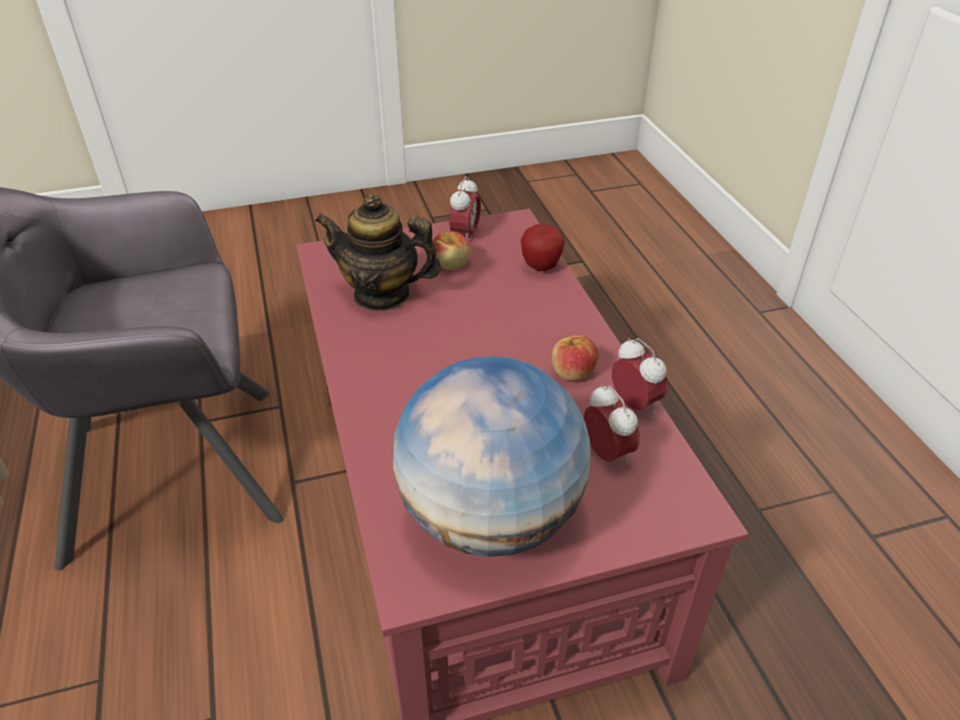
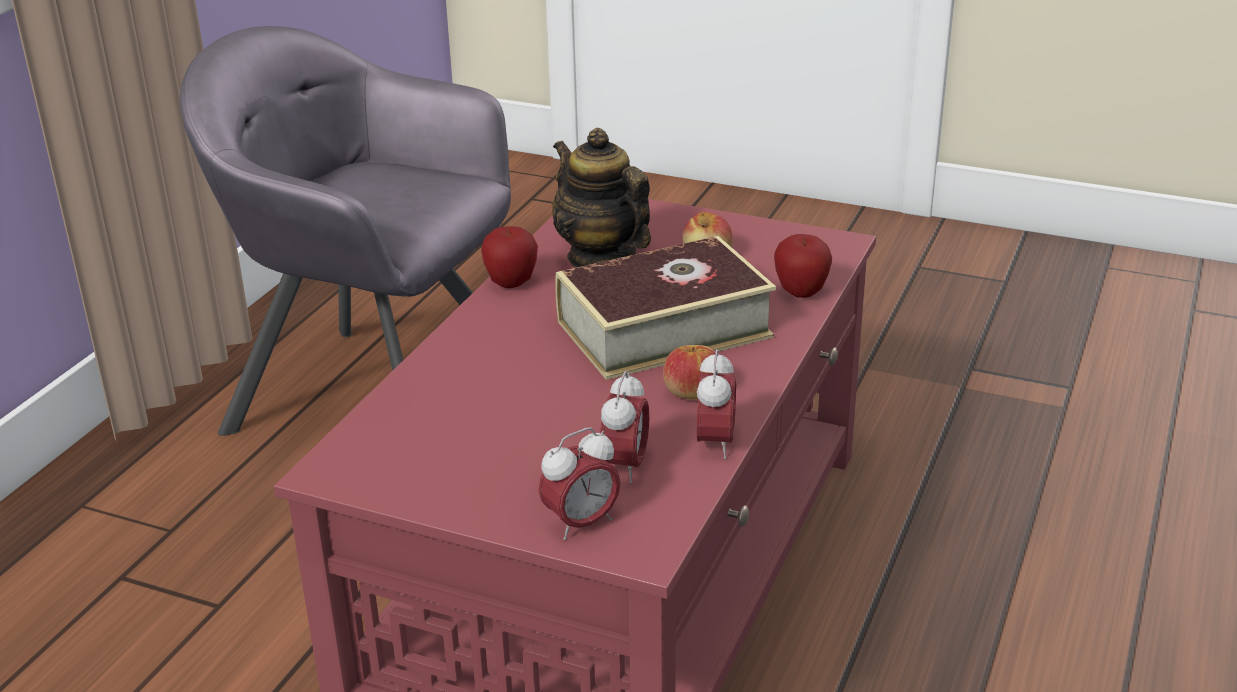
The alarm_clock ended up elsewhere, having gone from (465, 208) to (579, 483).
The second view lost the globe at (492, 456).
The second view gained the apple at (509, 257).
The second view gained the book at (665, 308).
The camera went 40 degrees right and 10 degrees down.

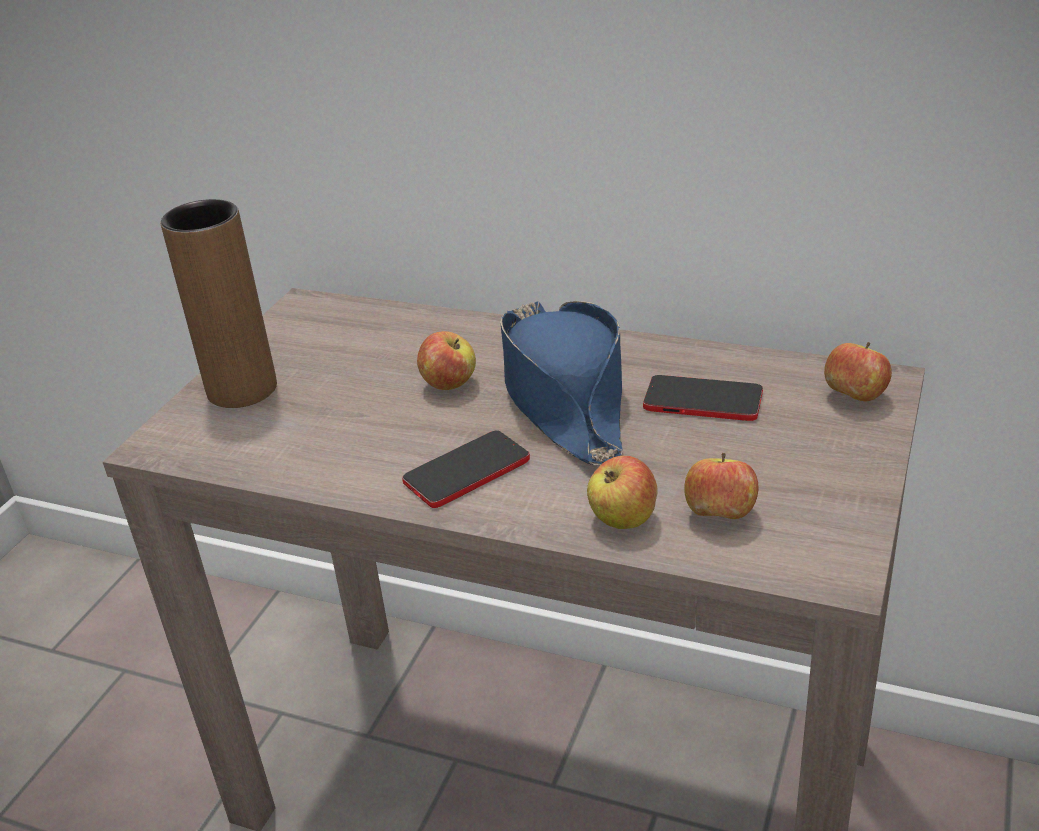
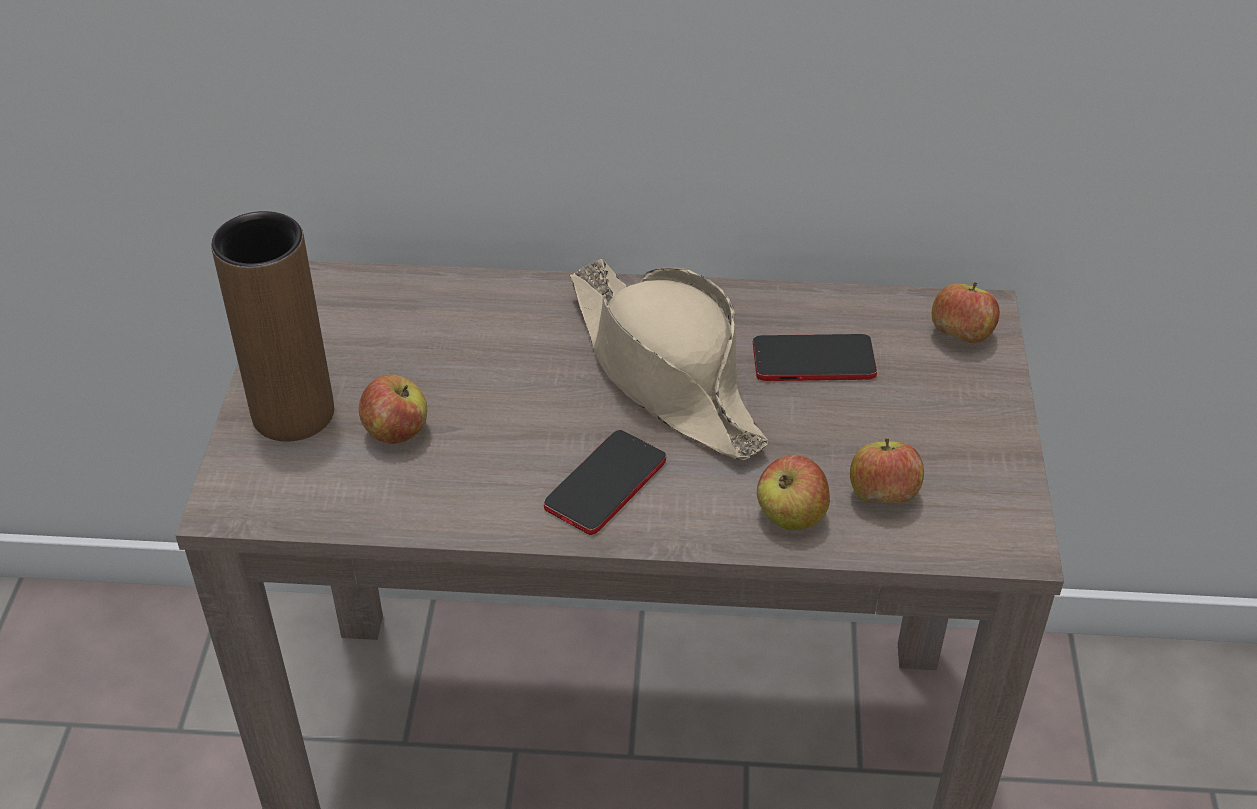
What was the blue_hat at (561, 383) turned into the beige_hat at (669, 359).
The apple ended up elsewhere, having gone from (446, 360) to (393, 409).
The camera went 20 degrees left and 10 degrees up.

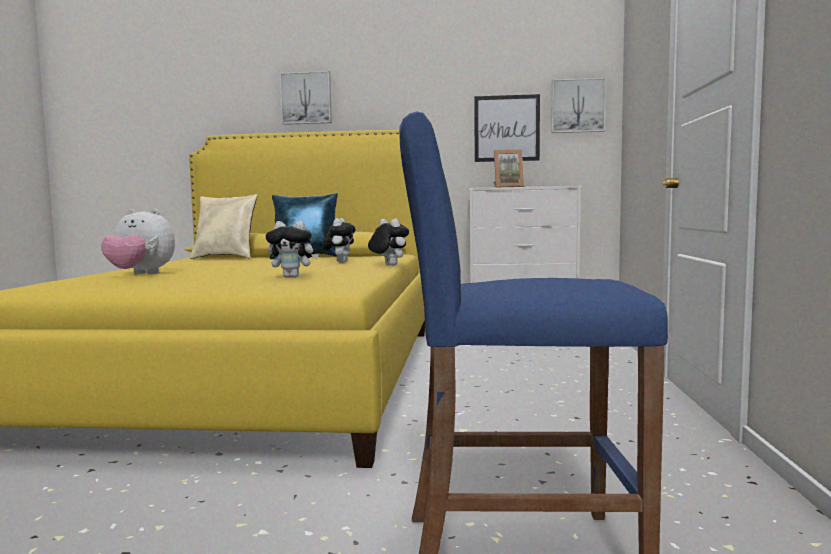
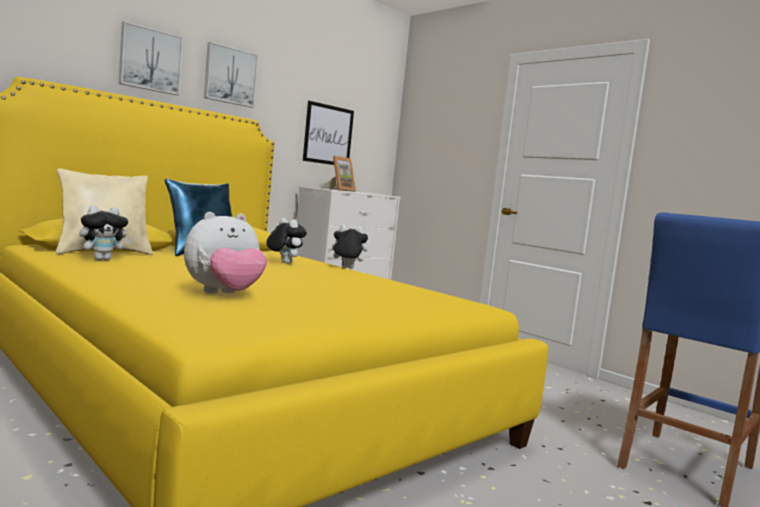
The picture ended up elsewhere, having gone from (578, 105) to (231, 74).
The plush_toy ended up elsewhere, having gone from (292, 249) to (105, 233).
The camera went 50 degrees left and 0 degrees up.

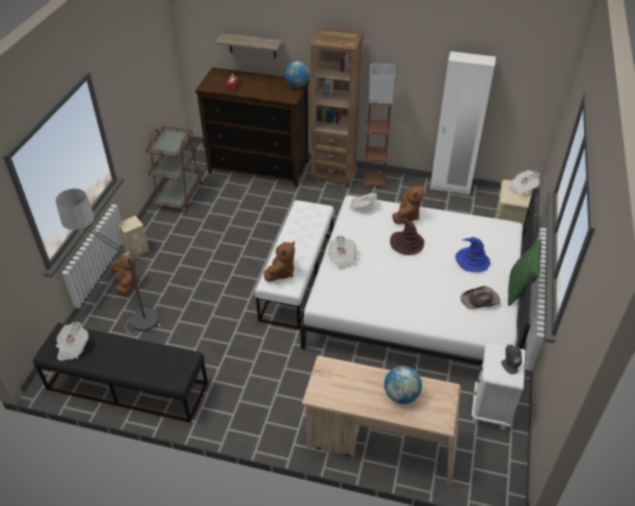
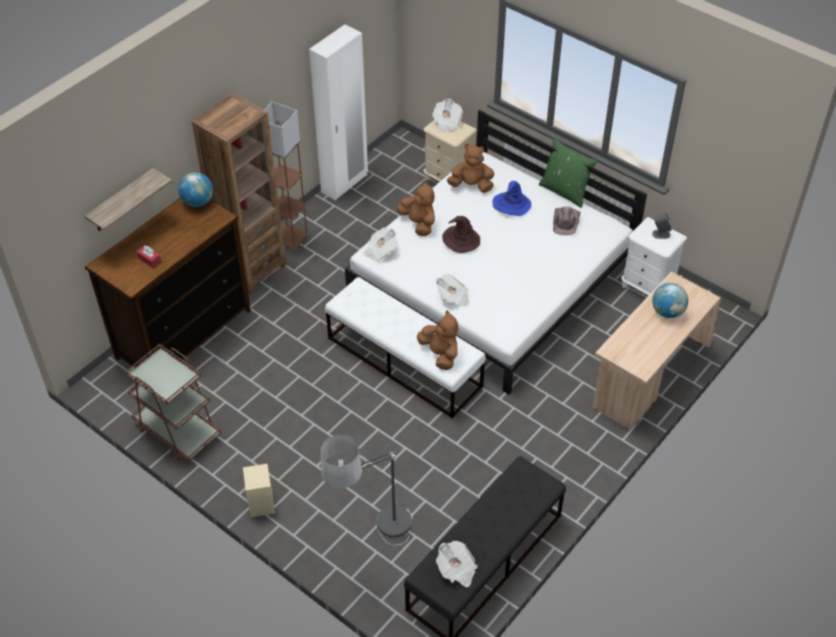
The brown_plush_toy ended up elsewhere, having gone from (125, 271) to (470, 168).
The camera went 65 degrees left and 5 degrees up.

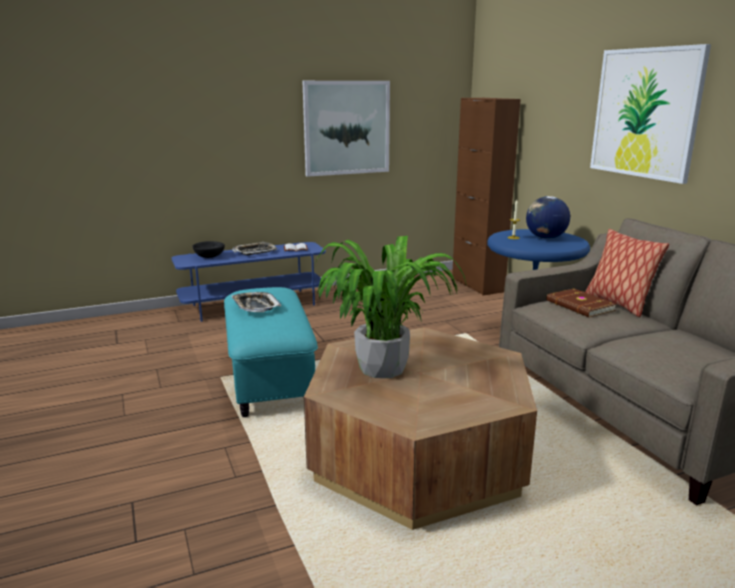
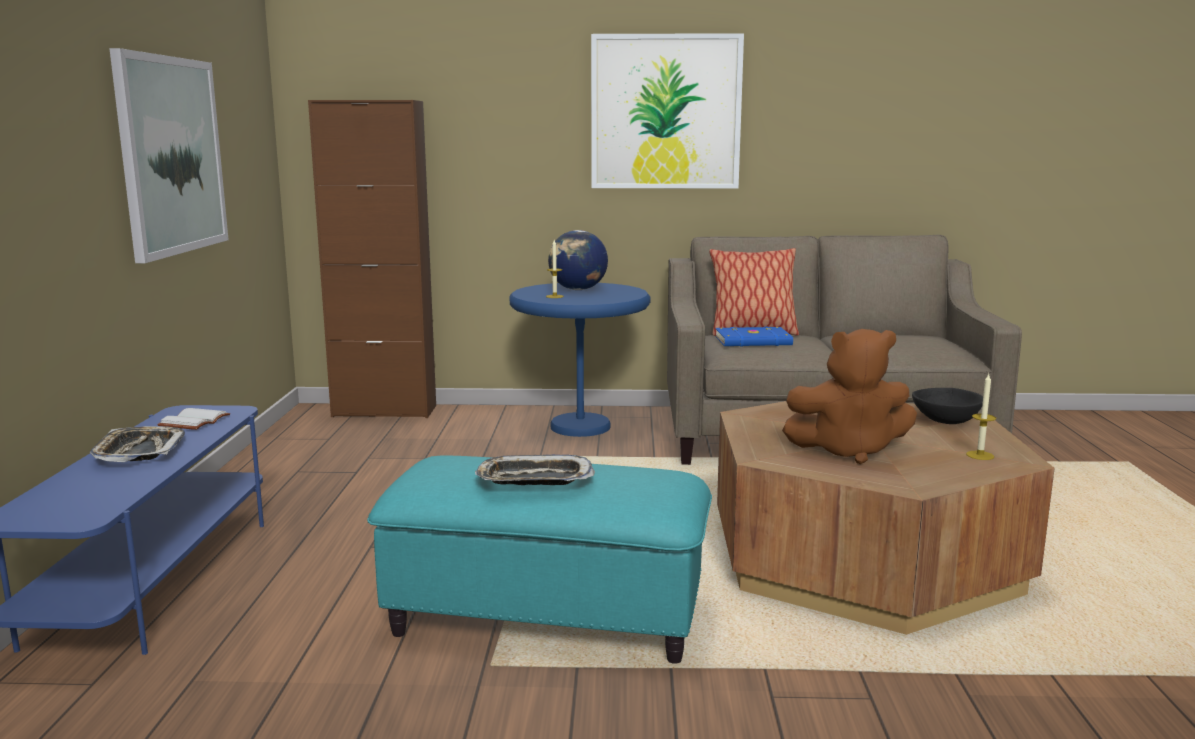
Where the potted_plant stood at (390, 307), the brown_plush_toy came to stand at (849, 396).
The black_bowl ended up elsewhere, having gone from (208, 249) to (947, 406).
What was the brown_book at (581, 302) turned into the blue_book at (754, 337).
The second view gained the candle at (981, 417).
The camera went 65 degrees left and 5 degrees down.

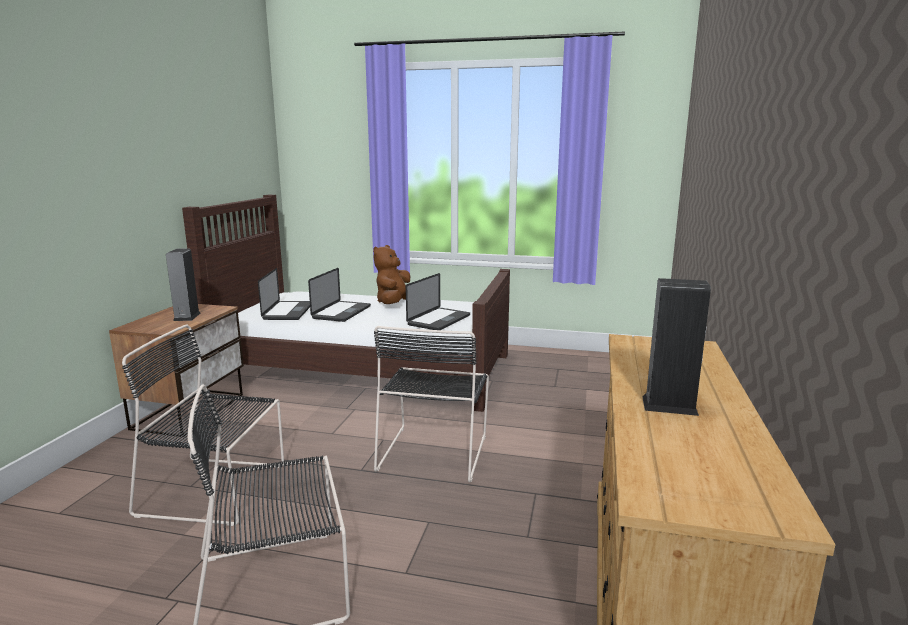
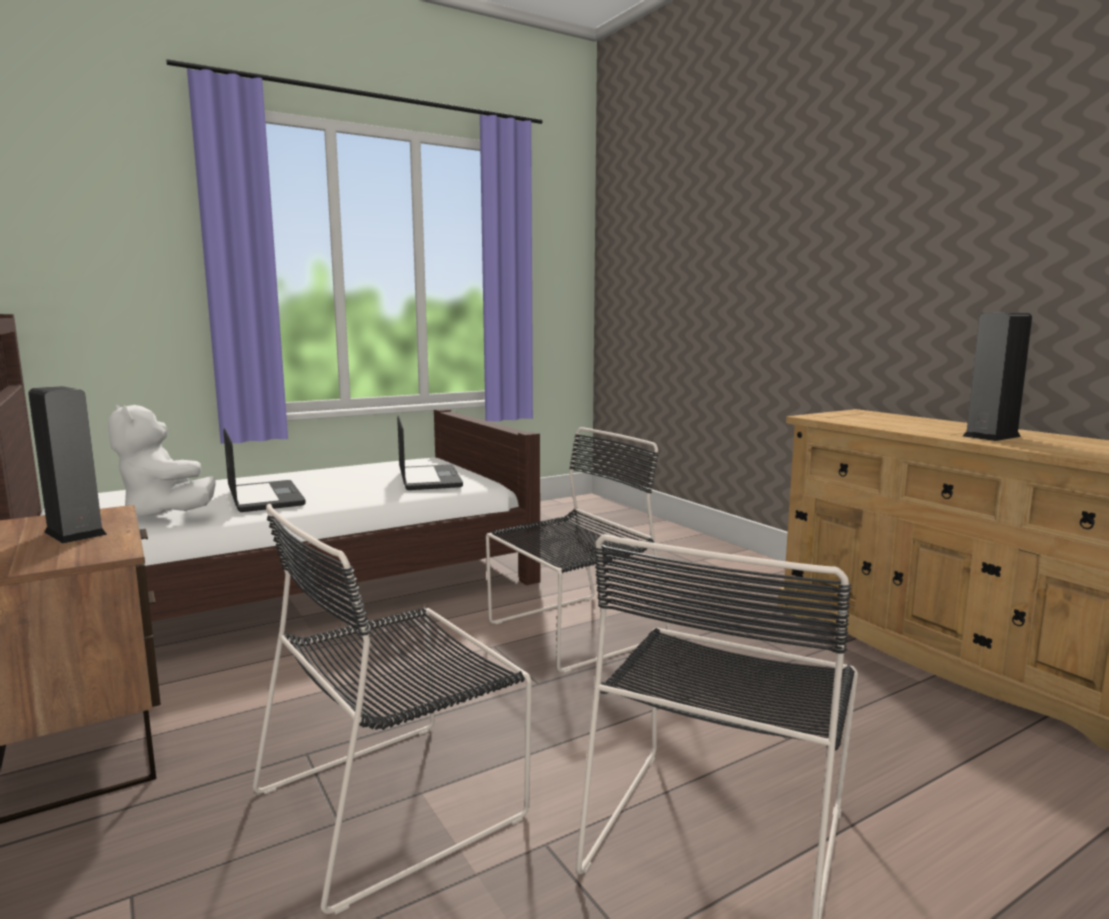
The second view lost the brown_plush_toy at (391, 274).
Where the laptop stood at (284, 294), the white_plush_toy came to stand at (162, 460).
The black_chair at (431, 404) ended up facing another way, 90 degrees counterclockwise from before.
The camera went 45 degrees left and 5 degrees down.

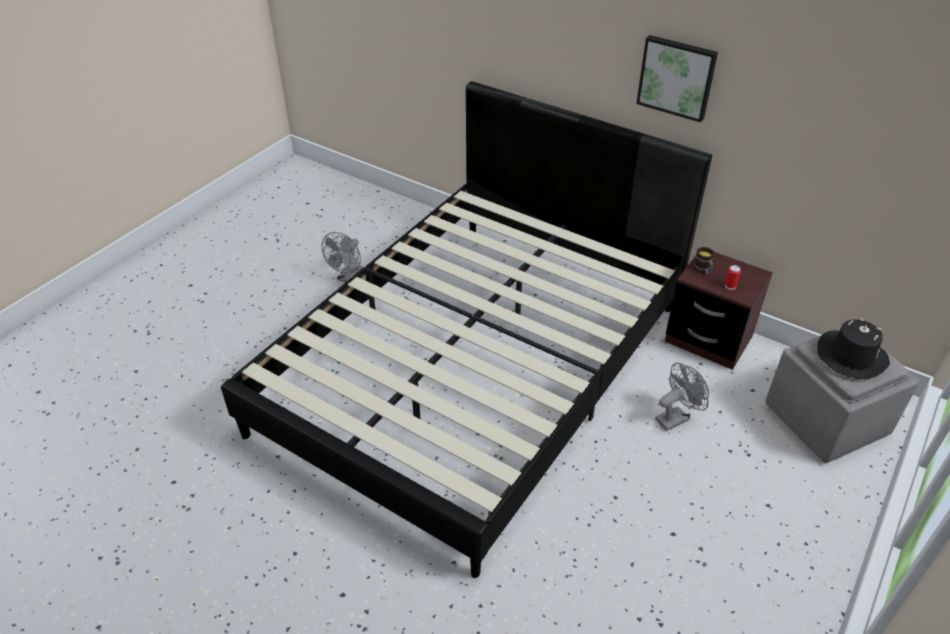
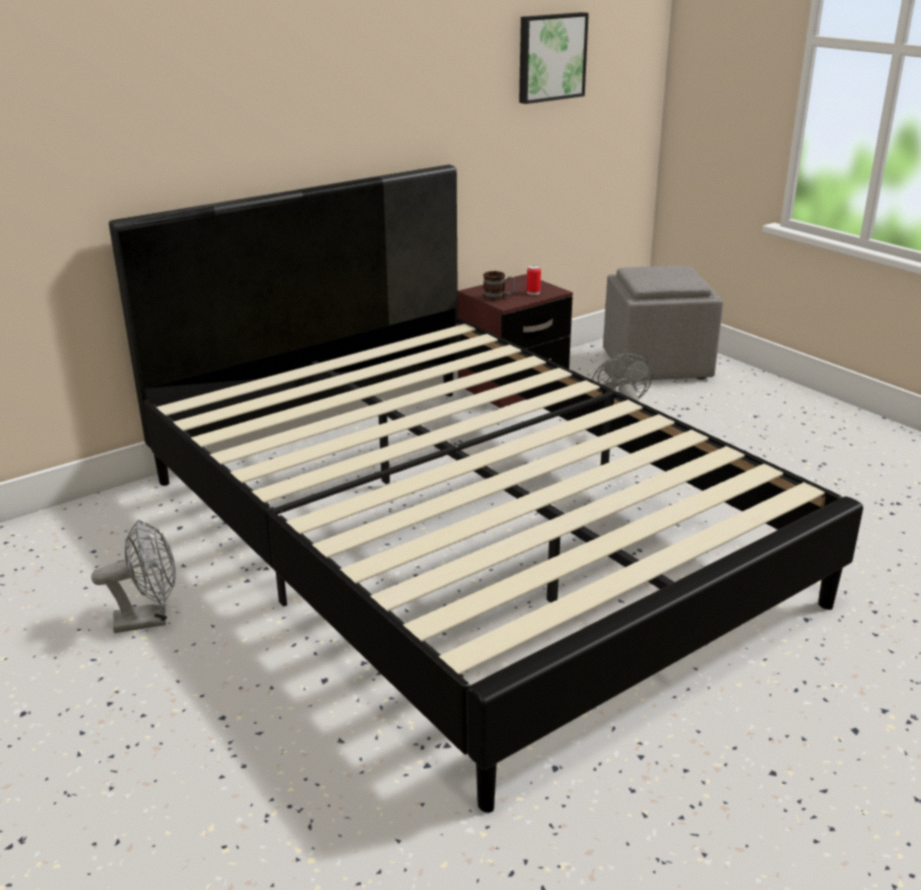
The picture ended up elsewhere, having gone from (677, 79) to (554, 58).
The grey_fan at (342, 257) ended up facing another way, 60 degrees counterclockwise from before.
The second view lost the black_hat at (853, 348).
The camera went 70 degrees left and 15 degrees down.

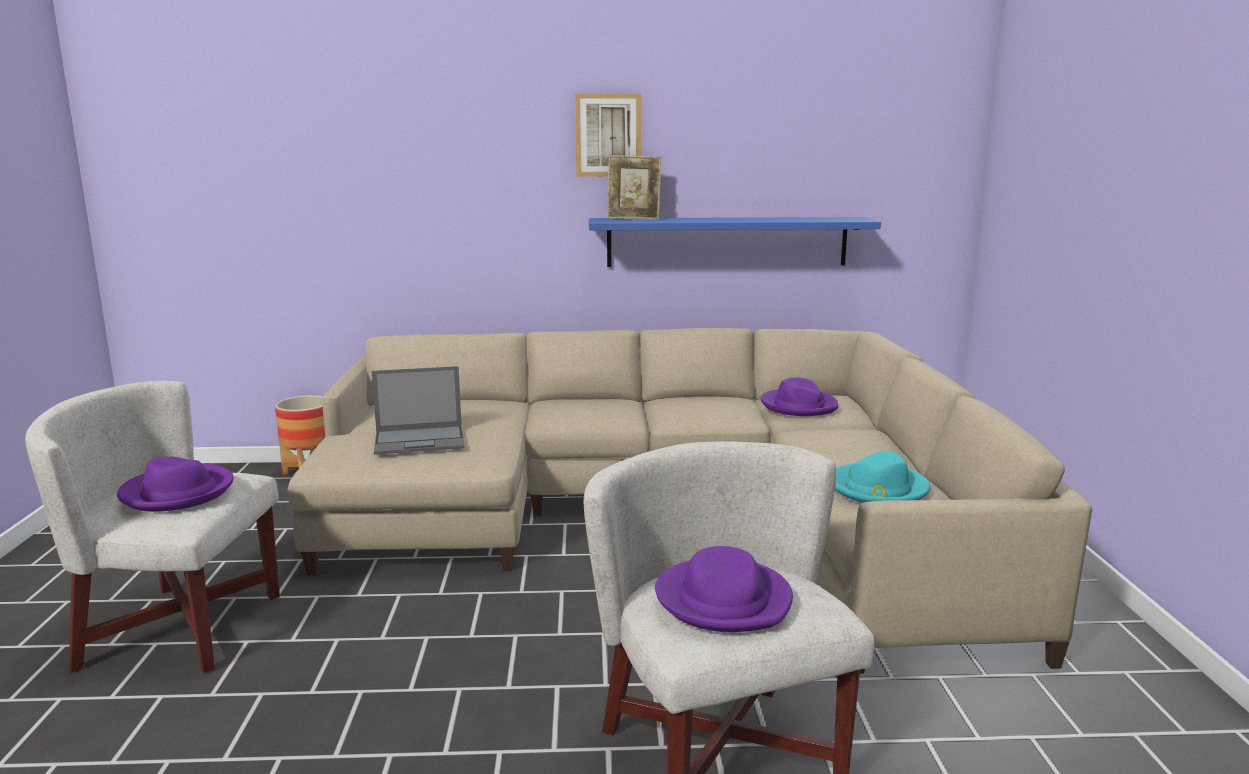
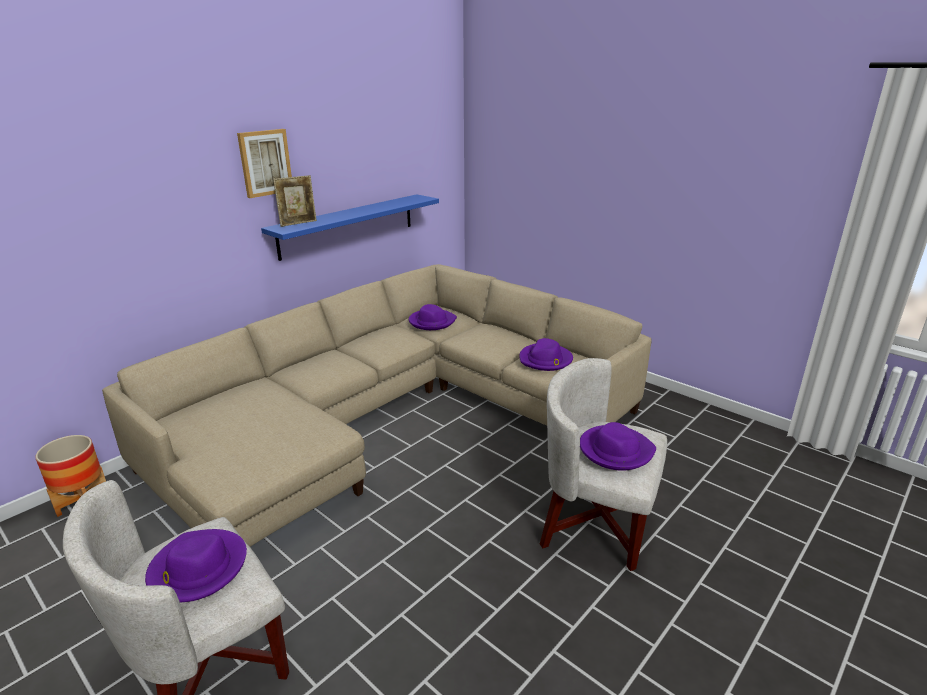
The second view lost the laptop at (418, 410).
What was the turquoise_hat at (882, 477) turned into the purple_hat at (546, 354).
The camera went 45 degrees left and 10 degrees up.

